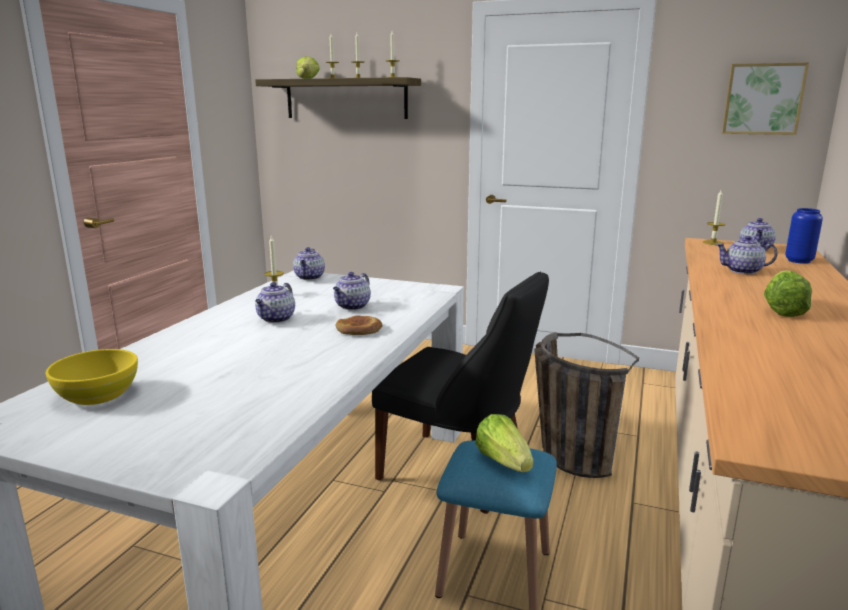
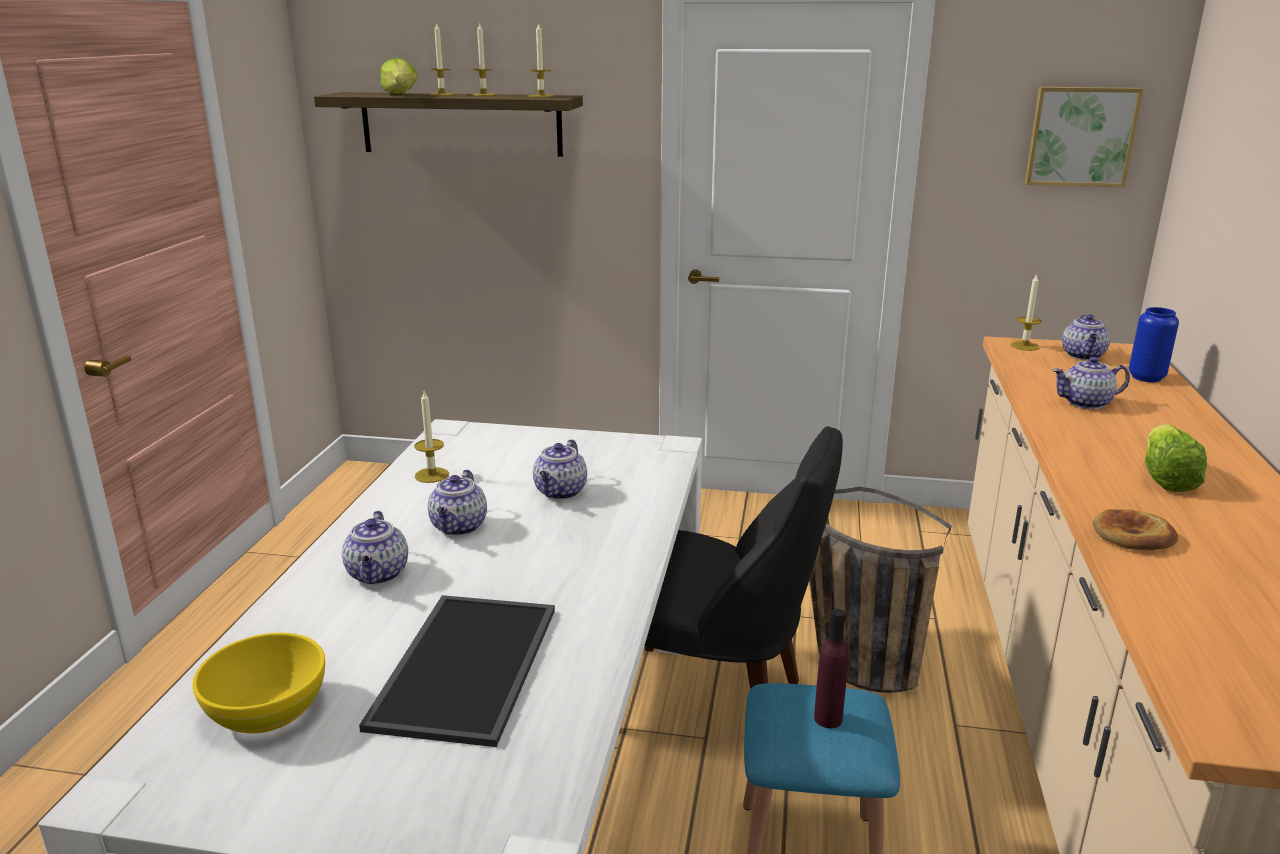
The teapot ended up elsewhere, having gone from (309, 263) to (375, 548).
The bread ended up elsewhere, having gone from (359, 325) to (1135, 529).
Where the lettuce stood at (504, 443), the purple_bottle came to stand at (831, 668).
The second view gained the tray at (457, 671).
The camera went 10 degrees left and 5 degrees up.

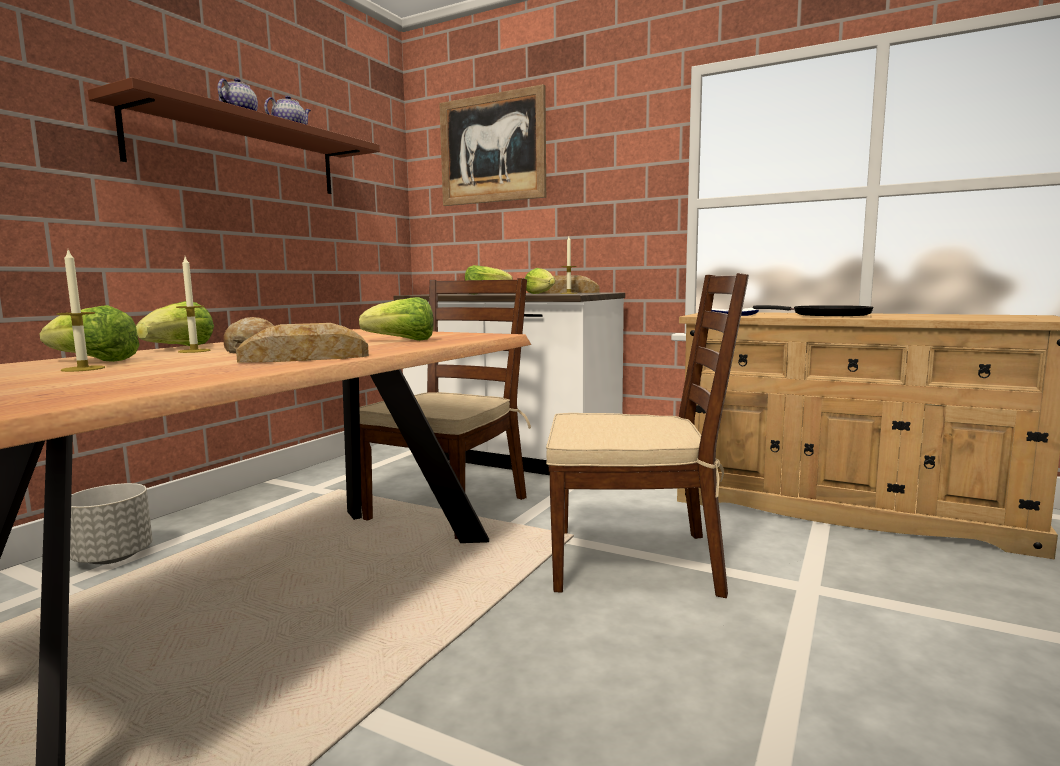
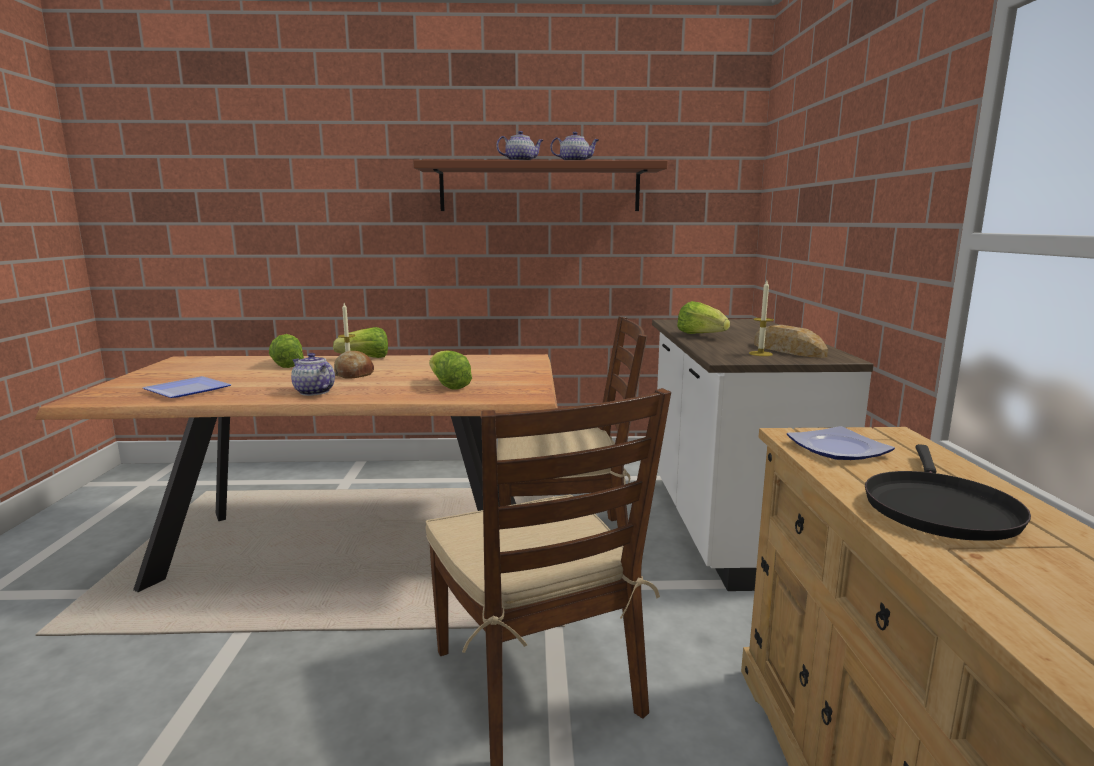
The second view lost the picture at (492, 145).
The second view lost the candle at (81, 311).
The second view lost the lettuce at (540, 281).
Where the bread stood at (302, 342), the teapot came to stand at (313, 374).
The second view lost the grey_planter at (111, 523).
The second view gained the plate at (187, 387).
The camera went 60 degrees right and 5 degrees up.

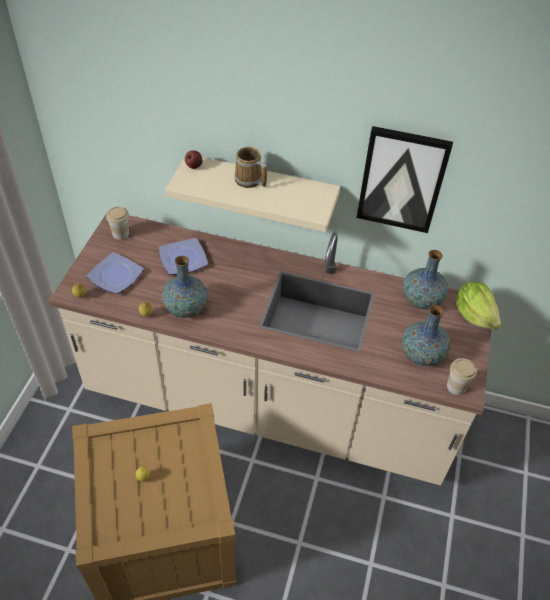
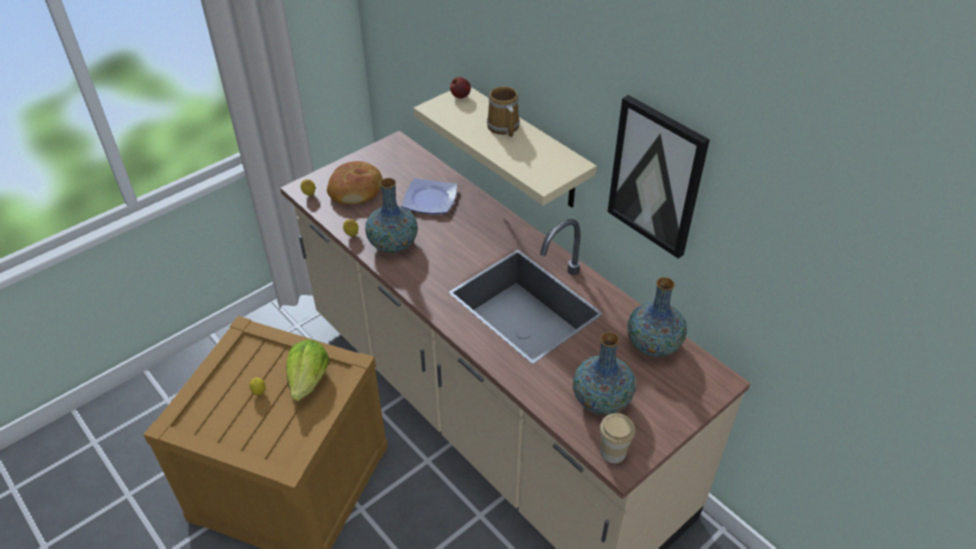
The second view lost the cup at (117, 223).
Where the plate stood at (115, 273), the bread came to stand at (354, 183).
The lettuce ended up elsewhere, having gone from (479, 306) to (307, 370).
The camera went 35 degrees right and 5 degrees down.

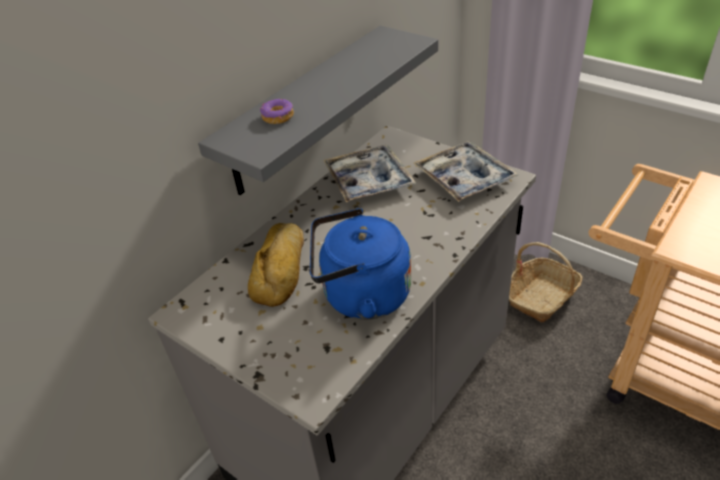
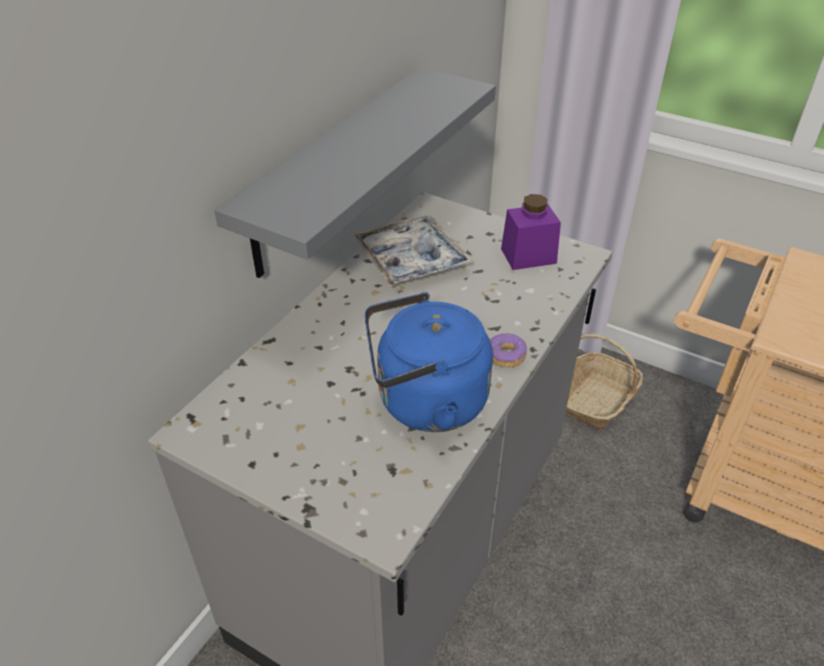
The donut ended up elsewhere, having gone from (277, 111) to (508, 350).
Where the tray stood at (465, 171), the purple_jar came to stand at (531, 232).
The second view lost the bread at (276, 265).
The camera went 10 degrees left and 0 degrees up.

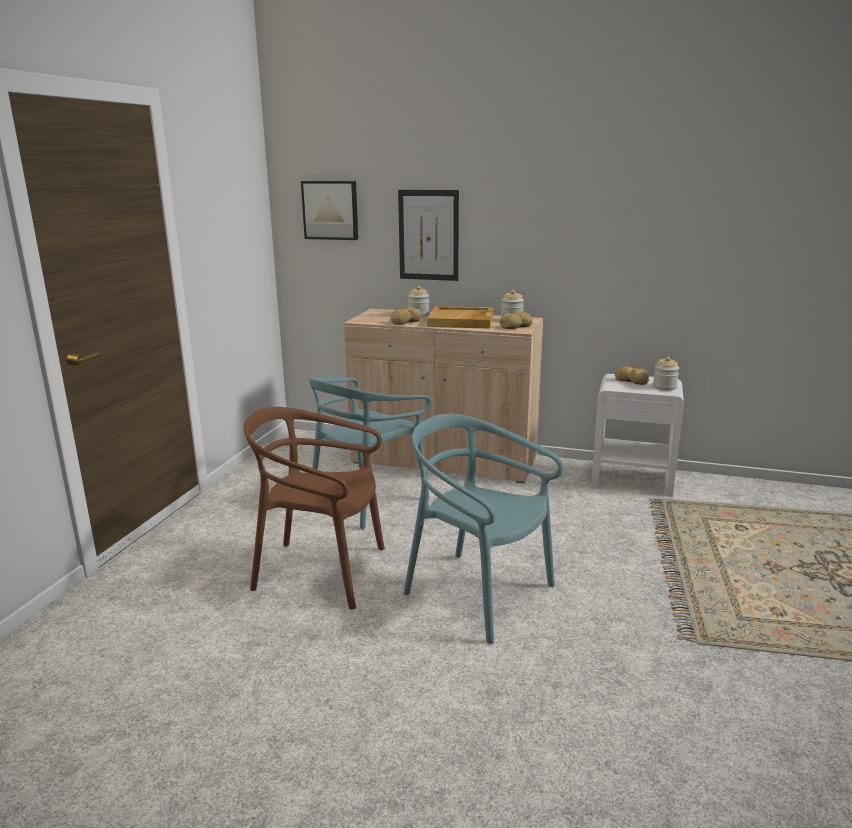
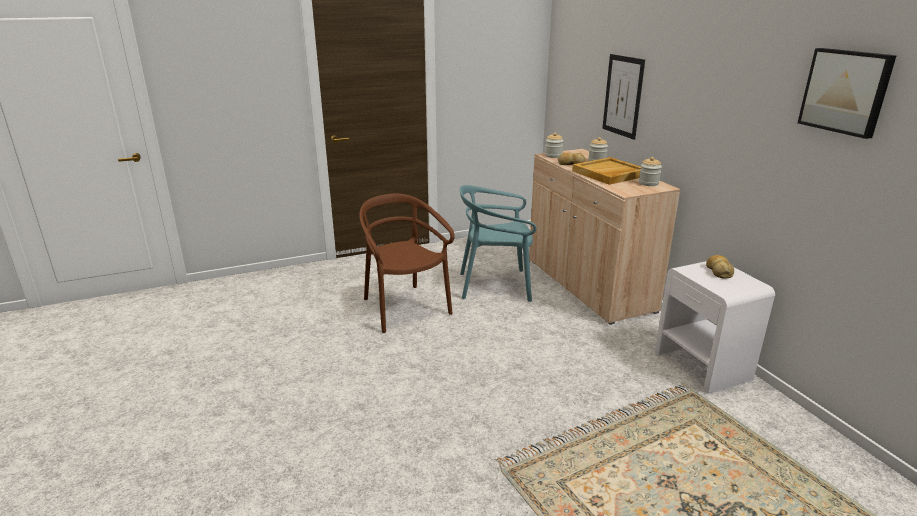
The picture ended up elsewhere, having gone from (329, 210) to (847, 93).
The second view lost the bread at (516, 320).
The jar ended up elsewhere, having gone from (666, 374) to (554, 145).
The second view lost the turquoise_chair at (483, 529).
The camera went 50 degrees right and 5 degrees up.

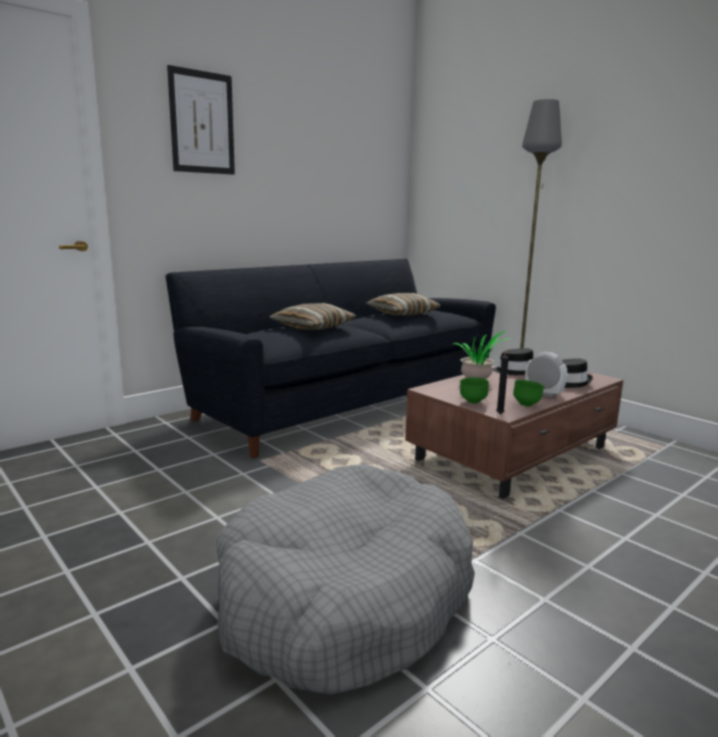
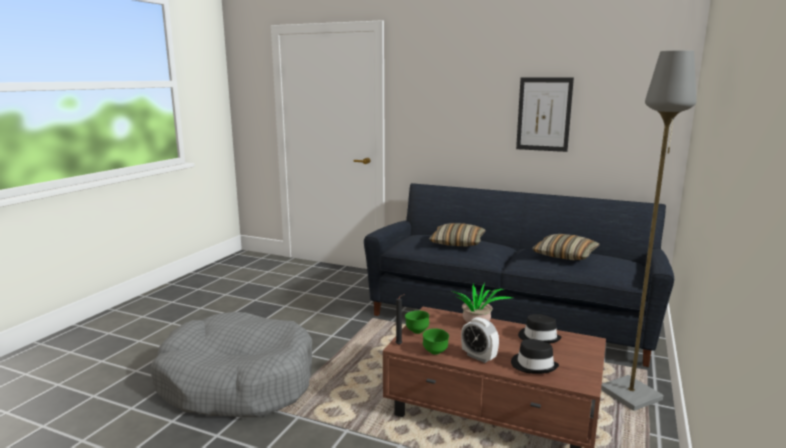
The picture ended up elsewhere, having gone from (201, 120) to (545, 114).
The alarm_clock at (546, 374) ended up facing another way, 120 degrees clockwise from before.
The camera went 65 degrees right and 0 degrees up.

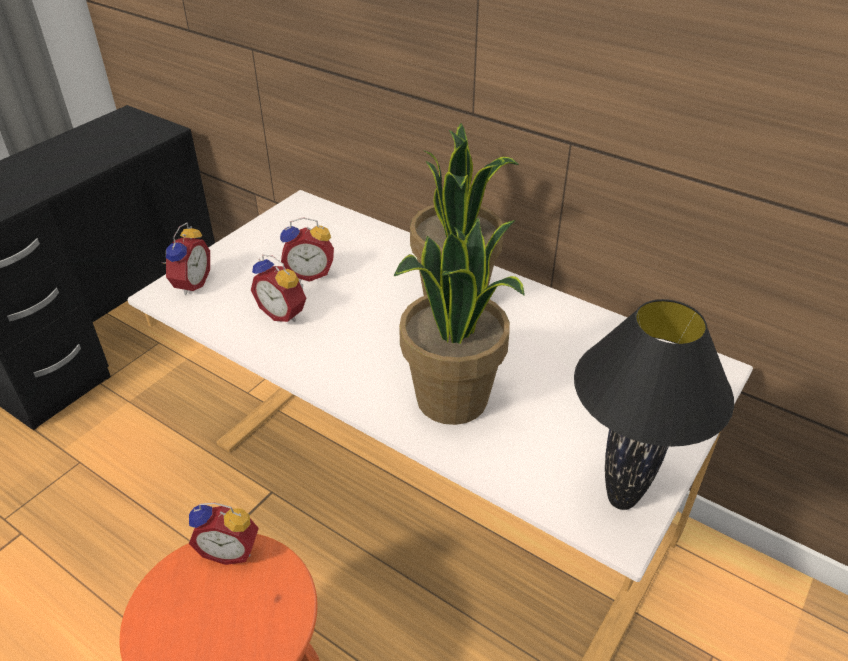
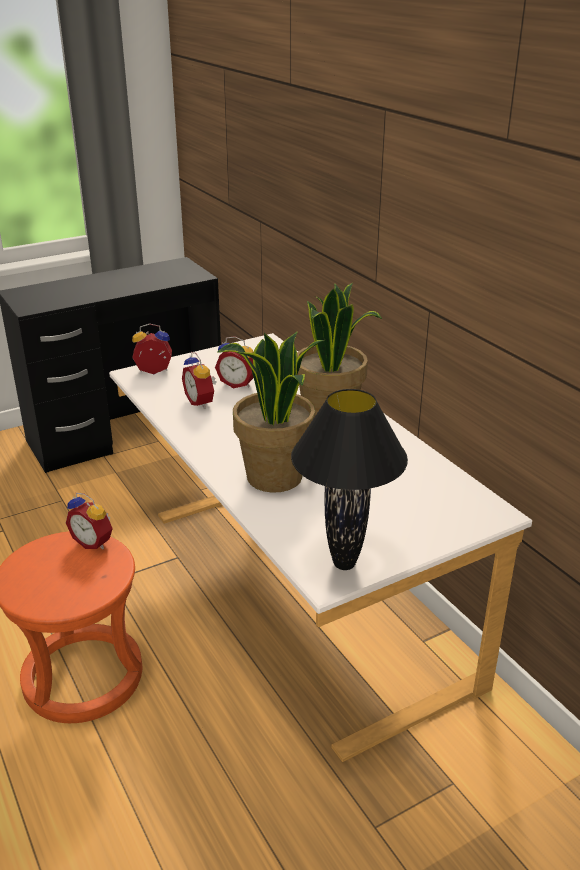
The alarm_clock at (187, 259) ended up facing another way, 135 degrees counterclockwise from before.
The camera went 25 degrees right and 10 degrees down.

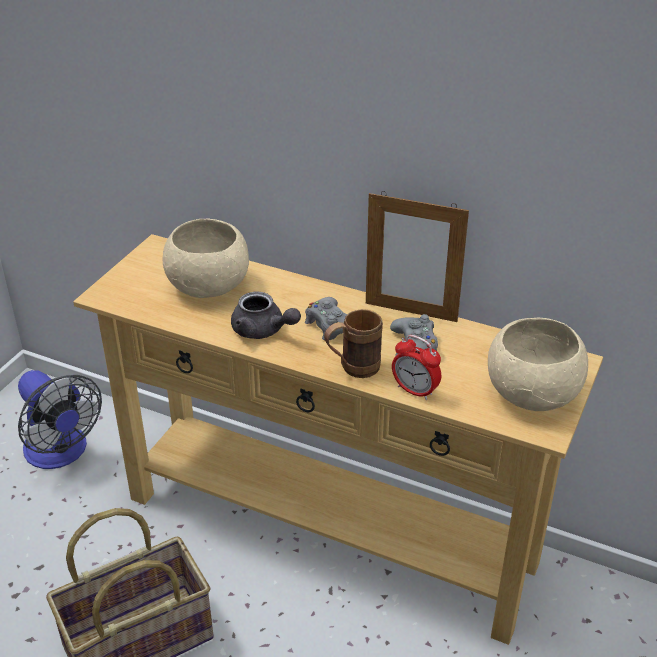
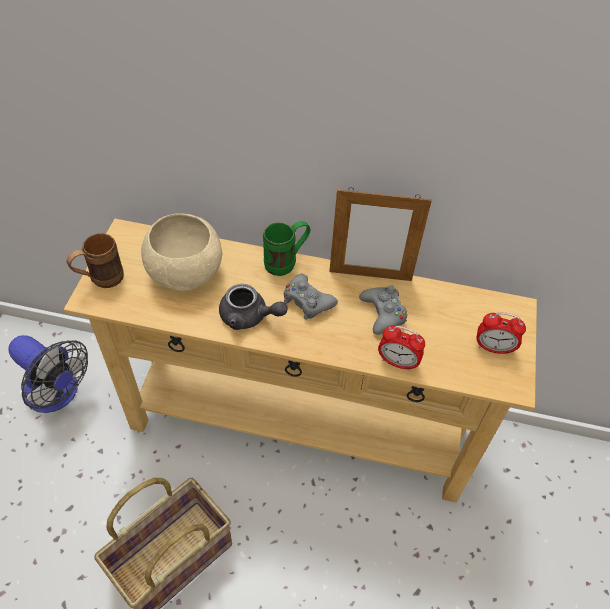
The brown_mug ended up elsewhere, having gone from (353, 343) to (95, 260).
Where the beige_bowl stood at (538, 364), the alarm_clock came to stand at (501, 333).
The second view gained the green_mug at (287, 248).
The camera went 15 degrees left and 15 degrees up.

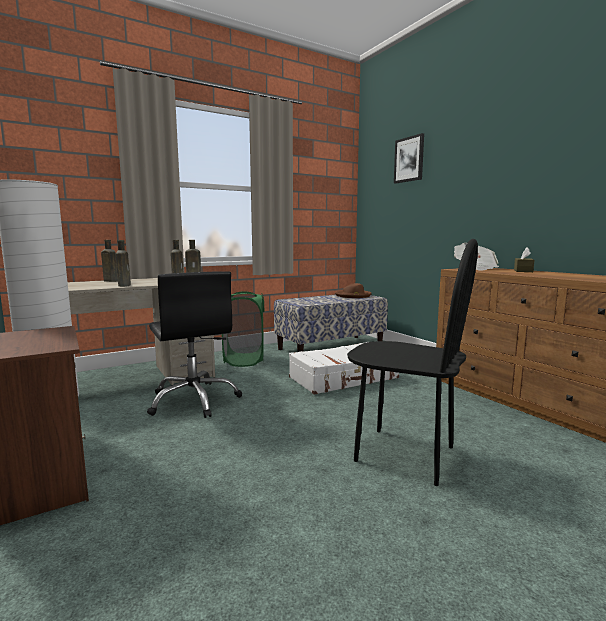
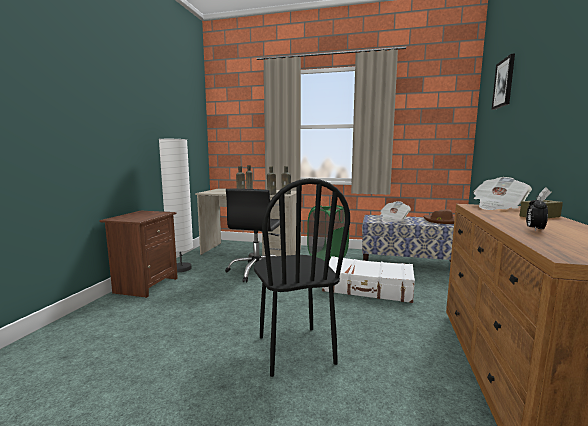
The second view gained the alarm_clock at (537, 213).
The second view gained the newspaper at (395, 211).
The camera went 45 degrees right and 0 degrees up.

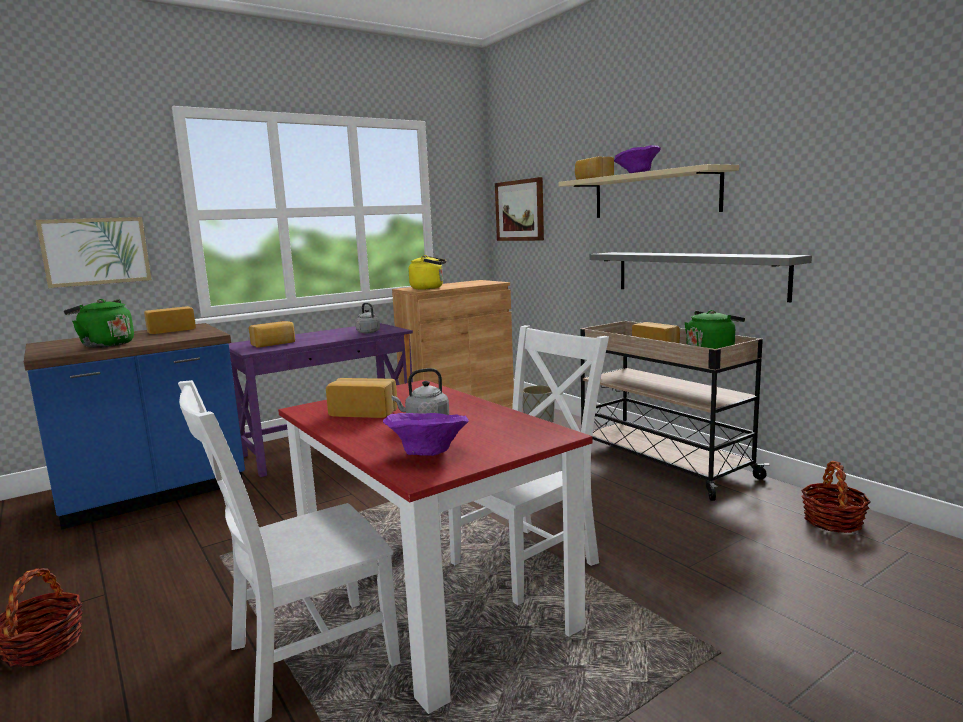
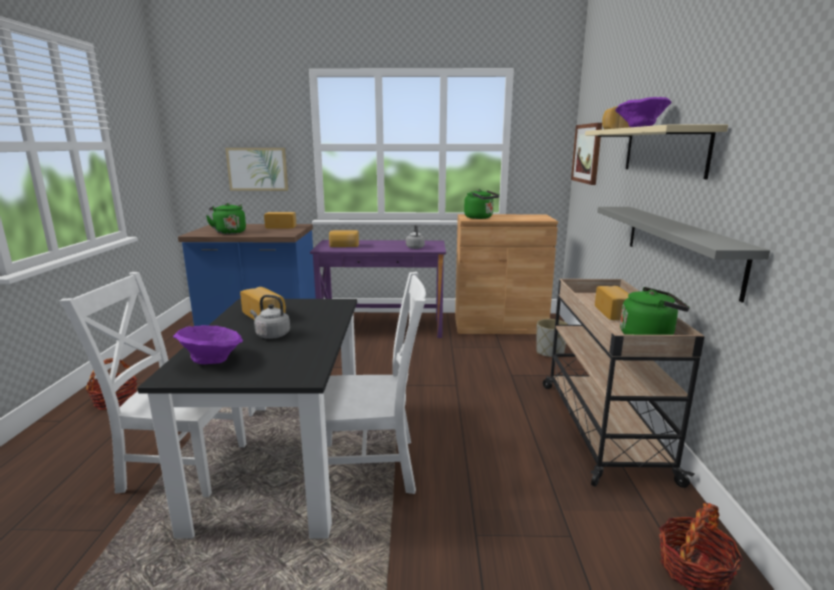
What was the yellow_kettle at (428, 272) turned into the green_kettle at (482, 204).
What was the red_dining_table at (435, 547) turned into the black_dining_table at (247, 419).
The camera went 35 degrees right and 5 degrees up.

